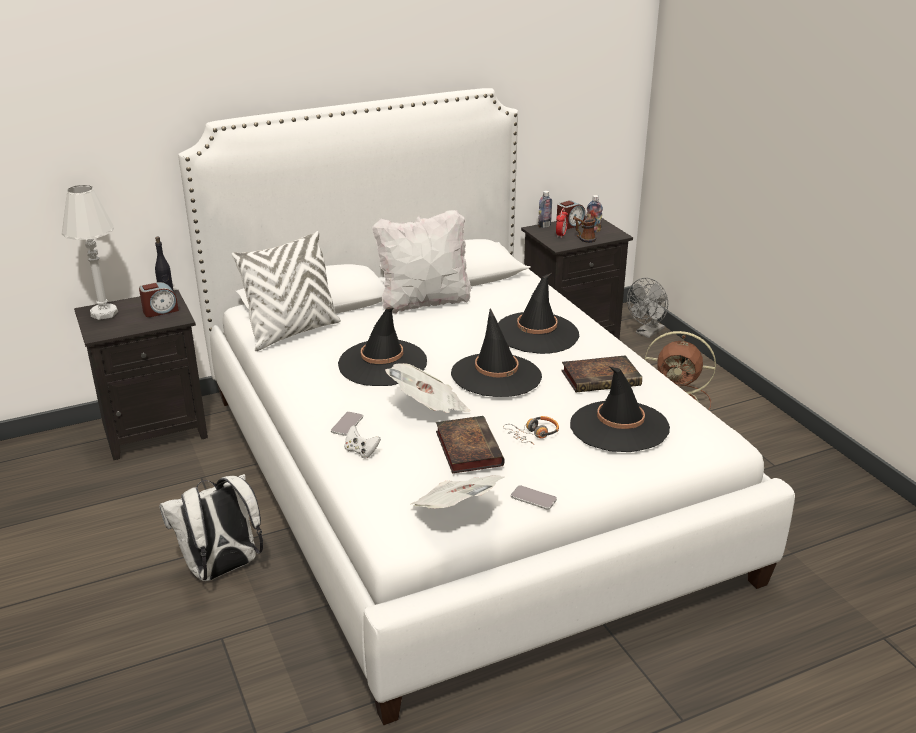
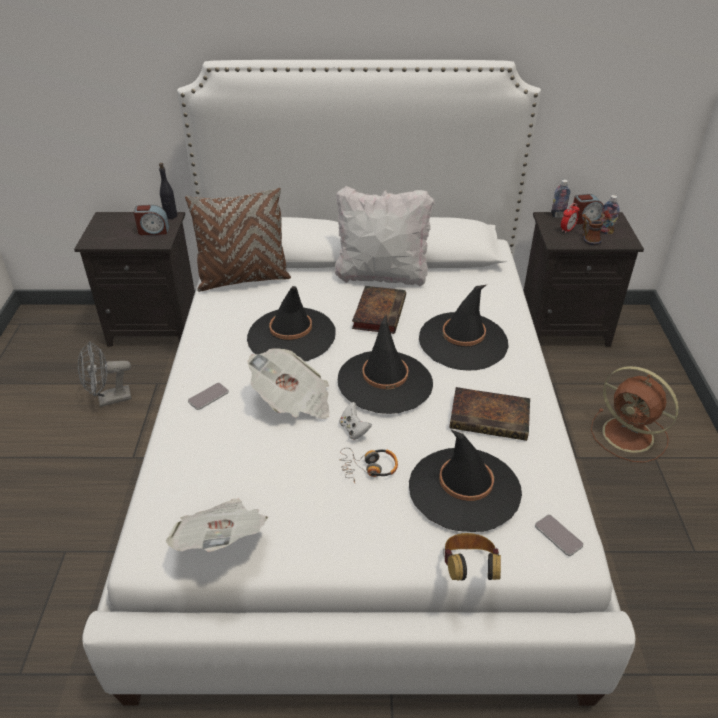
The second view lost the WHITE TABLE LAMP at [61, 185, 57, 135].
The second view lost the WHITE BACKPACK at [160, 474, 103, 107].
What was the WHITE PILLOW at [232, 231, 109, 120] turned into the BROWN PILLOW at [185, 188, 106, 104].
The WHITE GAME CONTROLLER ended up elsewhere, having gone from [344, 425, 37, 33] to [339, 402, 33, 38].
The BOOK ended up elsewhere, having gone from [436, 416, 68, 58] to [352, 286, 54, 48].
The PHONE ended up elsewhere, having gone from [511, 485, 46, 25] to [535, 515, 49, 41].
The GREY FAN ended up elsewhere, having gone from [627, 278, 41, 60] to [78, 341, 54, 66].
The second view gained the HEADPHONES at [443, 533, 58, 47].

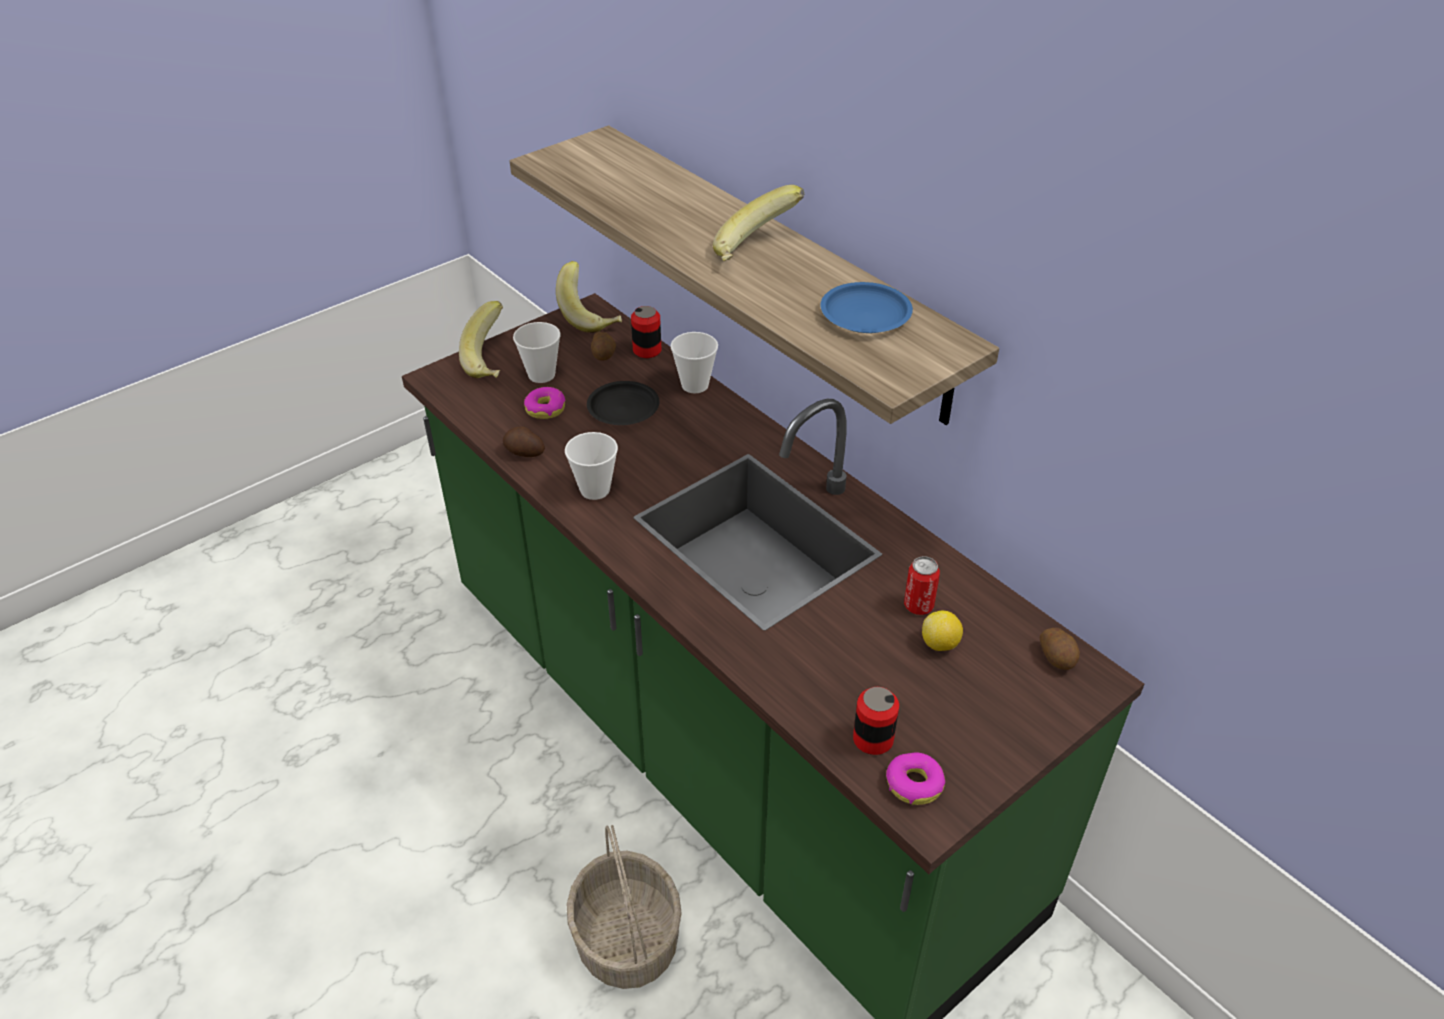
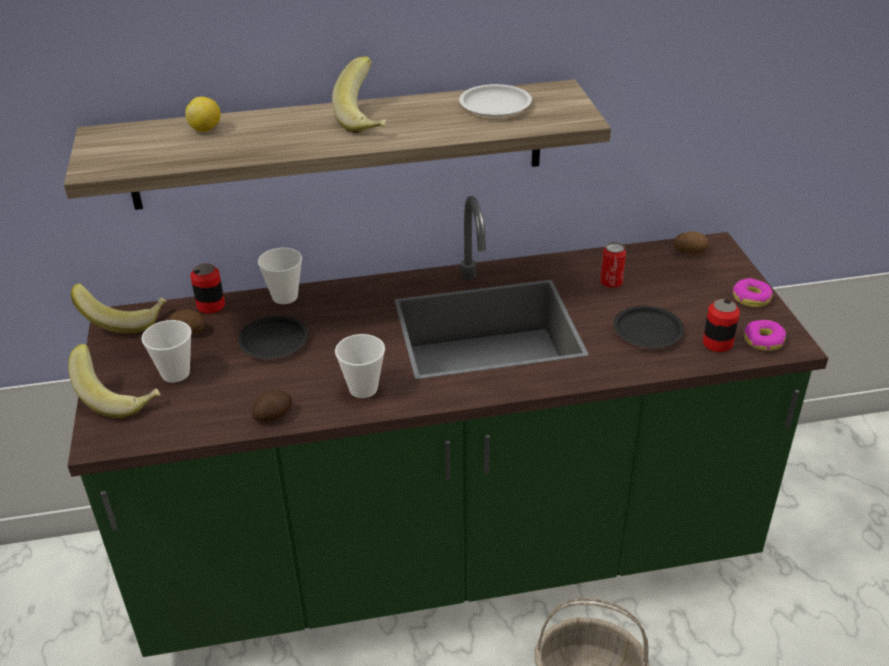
The DONUT ended up elsewhere, having gone from [524, 387, 42, 32] to [732, 278, 41, 29].
What was the BLUE PLATE at [820, 282, 93, 51] turned into the WHITE PLATE at [459, 84, 73, 33].
The LEMON ended up elsewhere, having gone from [922, 611, 41, 40] to [185, 97, 36, 35].
The second view gained the BLACK PLATE at [613, 306, 71, 42].

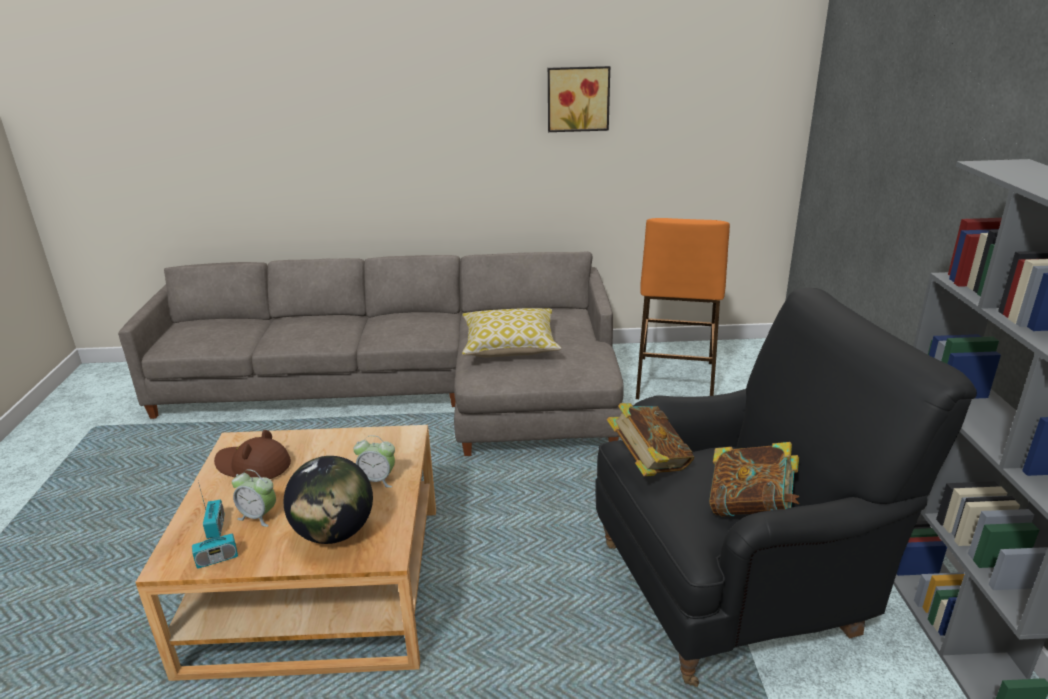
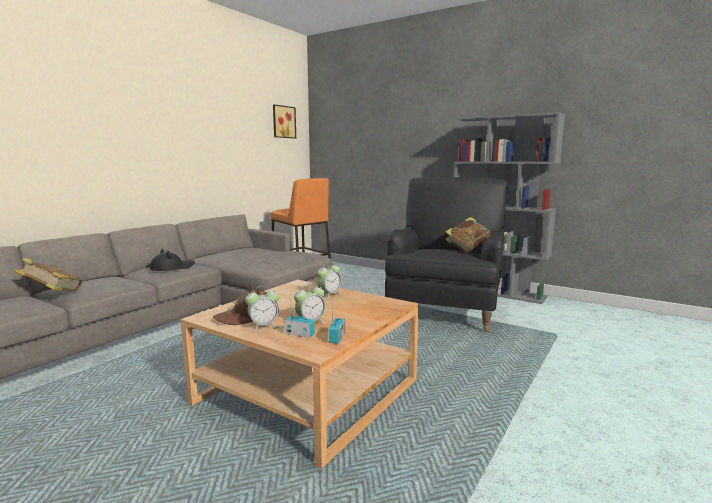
The second view lost the GLOBE at [284, 456, 89, 88].
The second view lost the PILLOW at [462, 308, 99, 49].
The PICTURE ended up elsewhere, having gone from [548, 66, 62, 66] to [273, 104, 23, 34].
The BOOK ended up elsewhere, having gone from [607, 403, 87, 73] to [15, 258, 68, 33].
The second view gained the BLACK HAT at [150, 249, 45, 22].
The second view gained the ALARM CLOCK at [245, 286, 34, 46].

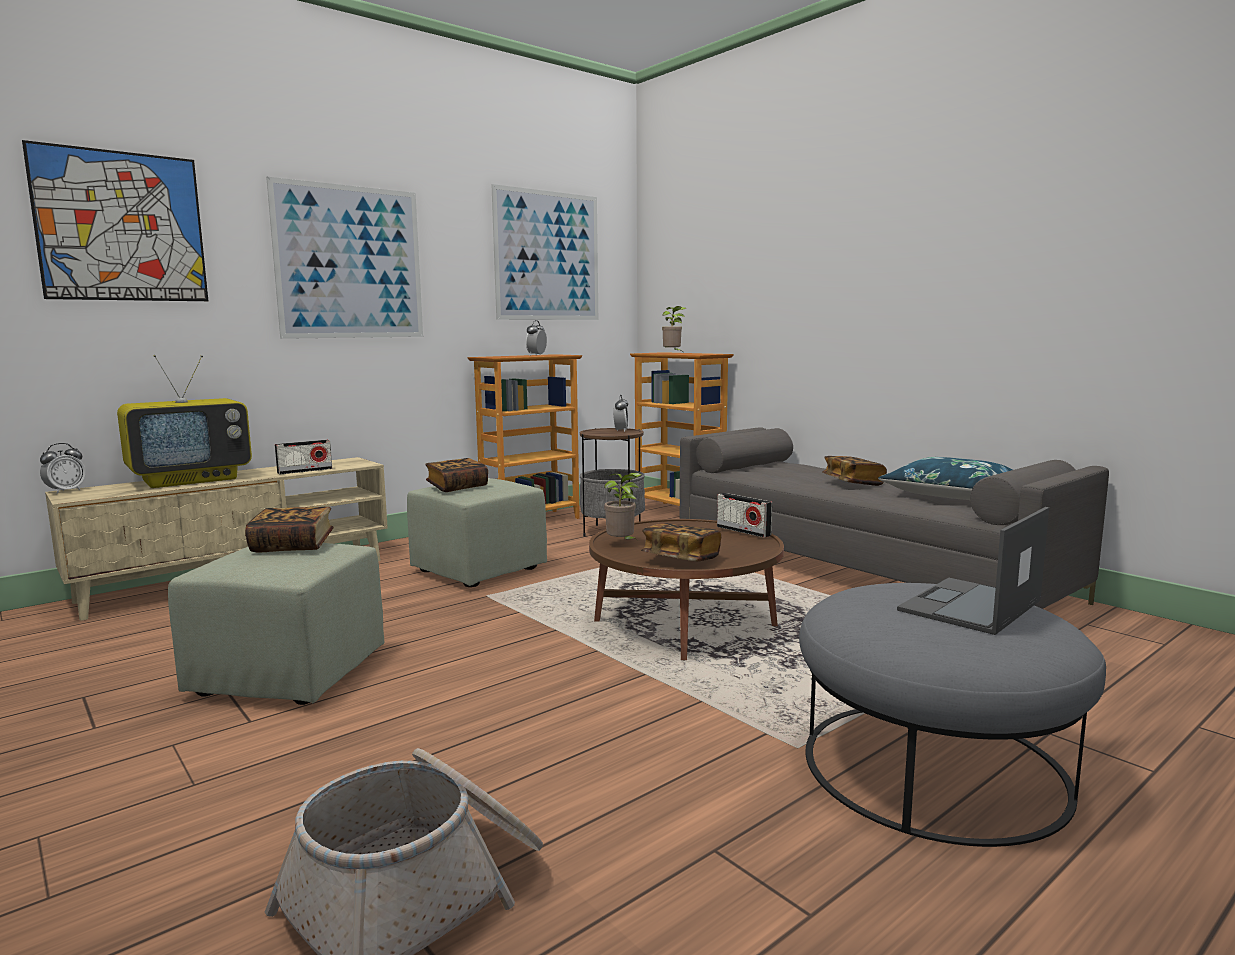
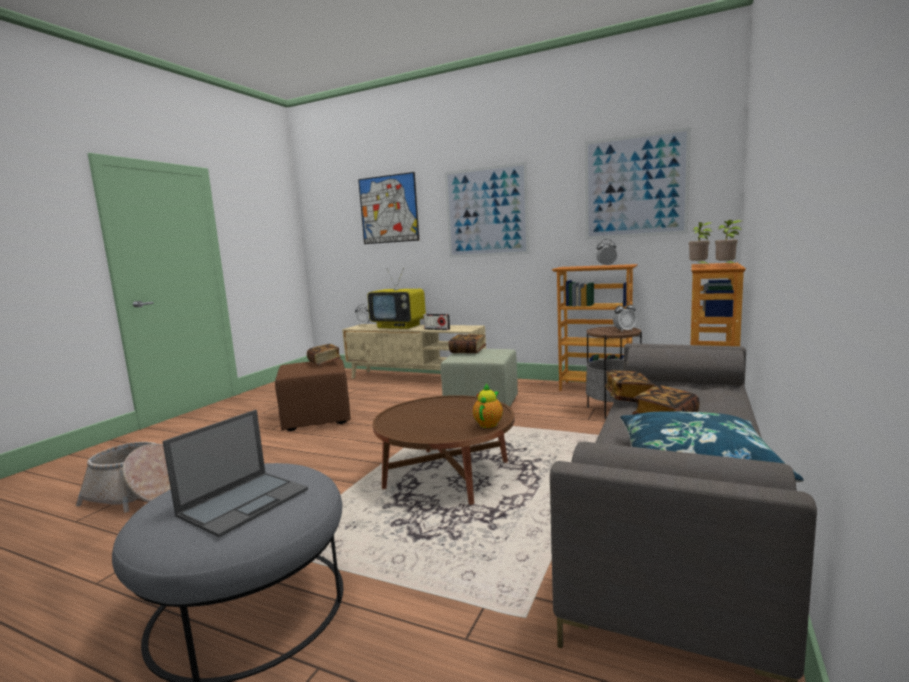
What was the GREEN OTTOMAN at [168, 543, 216, 162] turned into the BROWN OTTOMAN at [275, 359, 76, 72].
The POTTED PLANT ended up elsewhere, having gone from [604, 473, 37, 67] to [715, 220, 28, 46].
The BOOK ended up elsewhere, having gone from [641, 523, 80, 39] to [605, 370, 51, 32].
Where the RADIO stood at [717, 493, 55, 45], the TEAPOT came to stand at [473, 384, 30, 44].
The LAPTOP at [897, 507, 152, 128] ended up facing another way, 105 degrees clockwise from before.

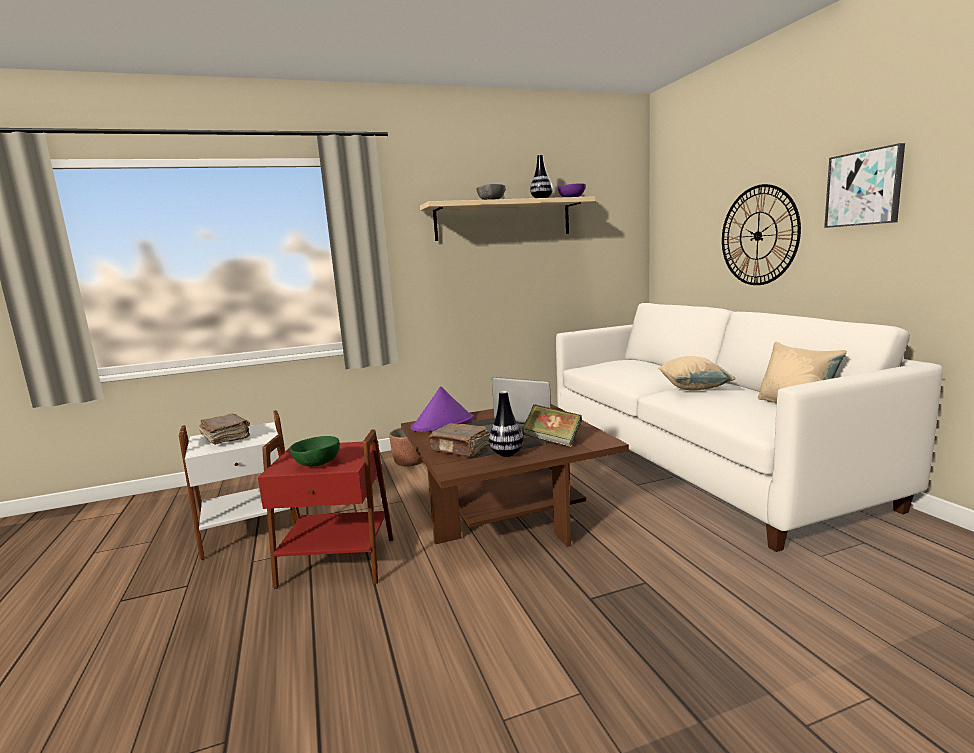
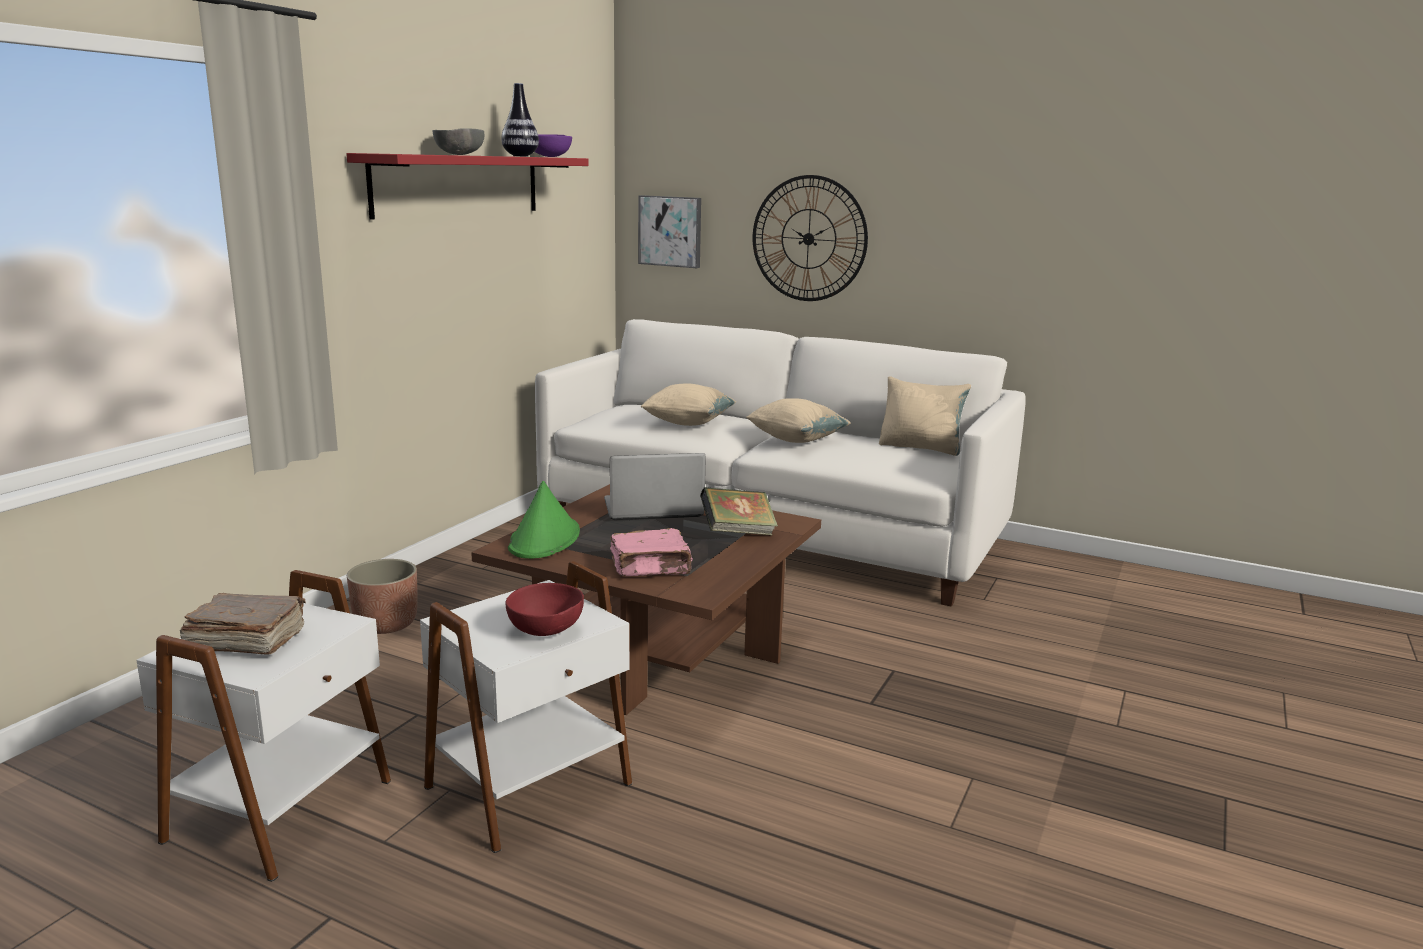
What was the RED SIDE TABLE at [258, 429, 135, 160] turned into the WHITE SIDE TABLE at [420, 561, 212, 292].
What was the GREEN BOWL at [290, 436, 50, 30] turned into the RED BOWL at [506, 583, 78, 53].
What was the PURPLE HAT at [411, 387, 62, 45] turned into the GREEN HAT at [508, 481, 72, 78].
What was the BEIGE SHELF at [420, 196, 175, 45] turned into the RED SHELF at [346, 153, 242, 67].
What was the BROWN BOOK at [428, 423, 62, 34] turned into the PINK BOOK at [610, 528, 83, 48].
The second view lost the VASE at [489, 391, 35, 66].
The PICTURE ended up elsewhere, having gone from [824, 143, 81, 85] to [638, 195, 63, 73].
The second view gained the BEIGE PILLOW at [640, 384, 96, 42].

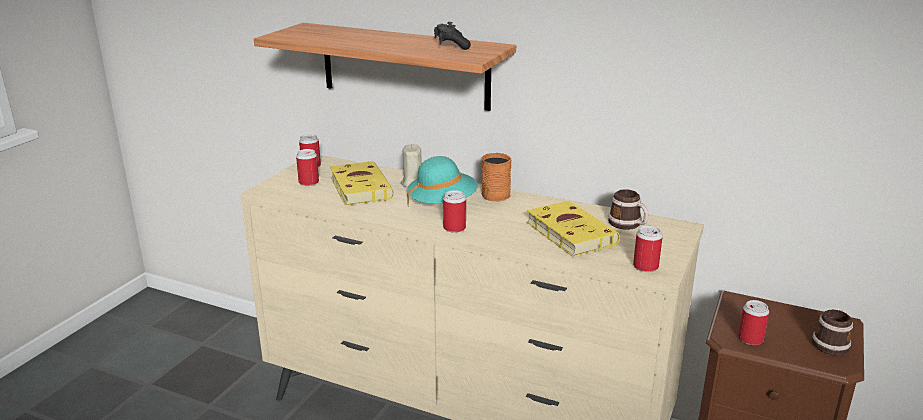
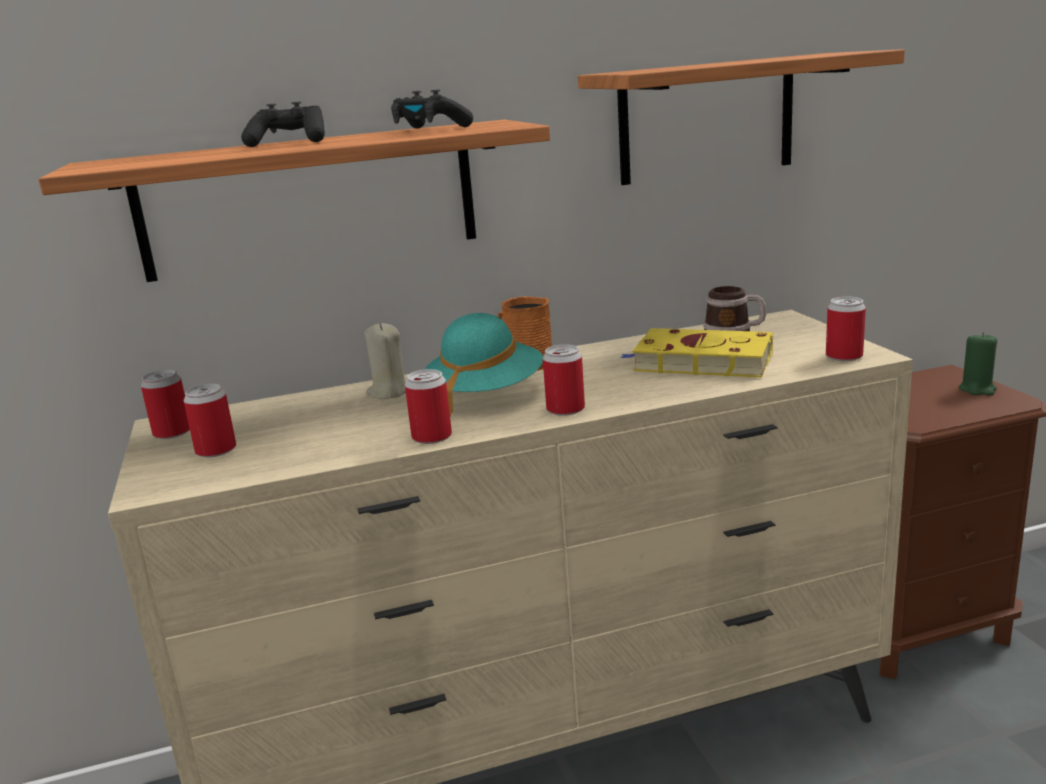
The second view lost the YELLOW BOOK at [330, 161, 64, 45].
The CAN ended up elsewhere, having gone from [738, 300, 31, 45] to [405, 369, 47, 75].
Where the MUG stood at [812, 310, 41, 45], the GREEN CANDLE came to stand at [959, 332, 38, 63].
The second view gained the BLACK GAME CONTROLLER at [241, 102, 84, 45].
The second view gained the SHELF at [578, 49, 327, 136].

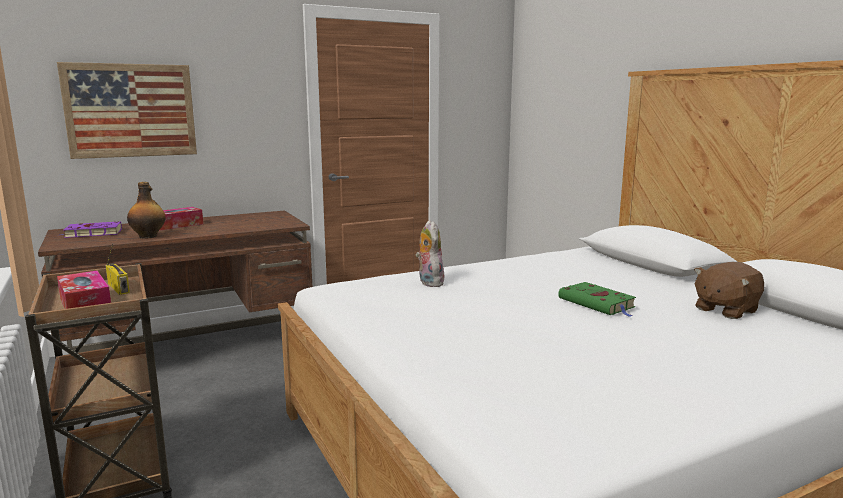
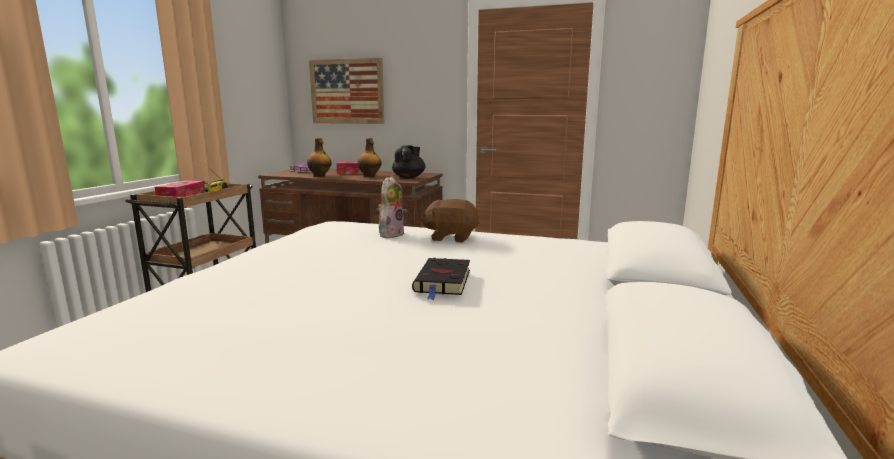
What was the GREEN BOOK at [558, 282, 78, 35] turned into the BLACK BOOK at [412, 258, 58, 42].
The BROWN PLUSH TOY ended up elsewhere, having gone from [694, 262, 70, 57] to [421, 199, 59, 43].
The second view gained the BOTTLE at [358, 138, 24, 39].
The second view gained the BLACK TEAPOT at [392, 145, 33, 33].

